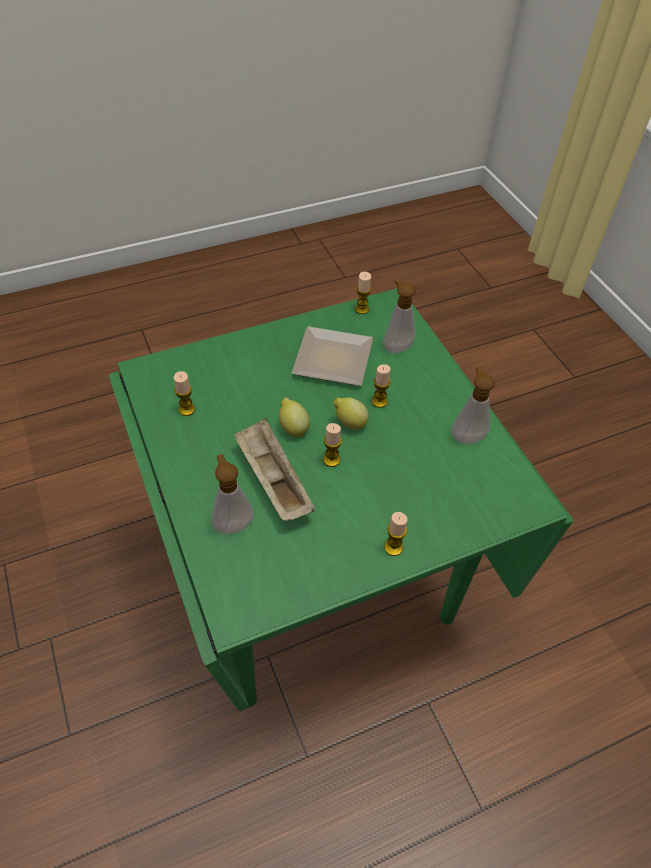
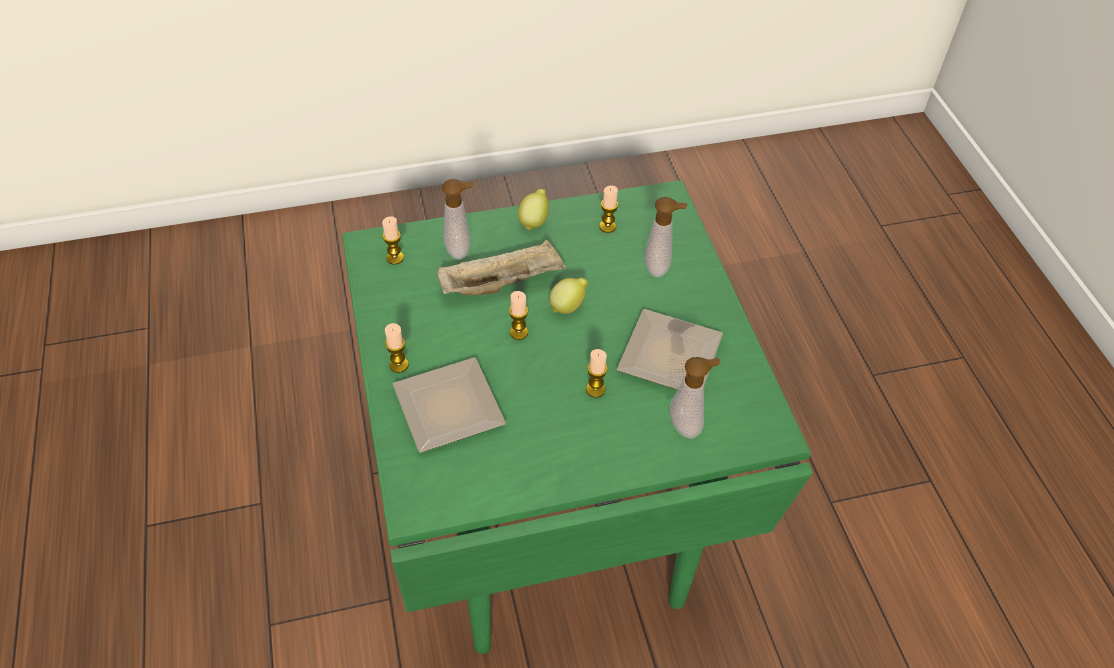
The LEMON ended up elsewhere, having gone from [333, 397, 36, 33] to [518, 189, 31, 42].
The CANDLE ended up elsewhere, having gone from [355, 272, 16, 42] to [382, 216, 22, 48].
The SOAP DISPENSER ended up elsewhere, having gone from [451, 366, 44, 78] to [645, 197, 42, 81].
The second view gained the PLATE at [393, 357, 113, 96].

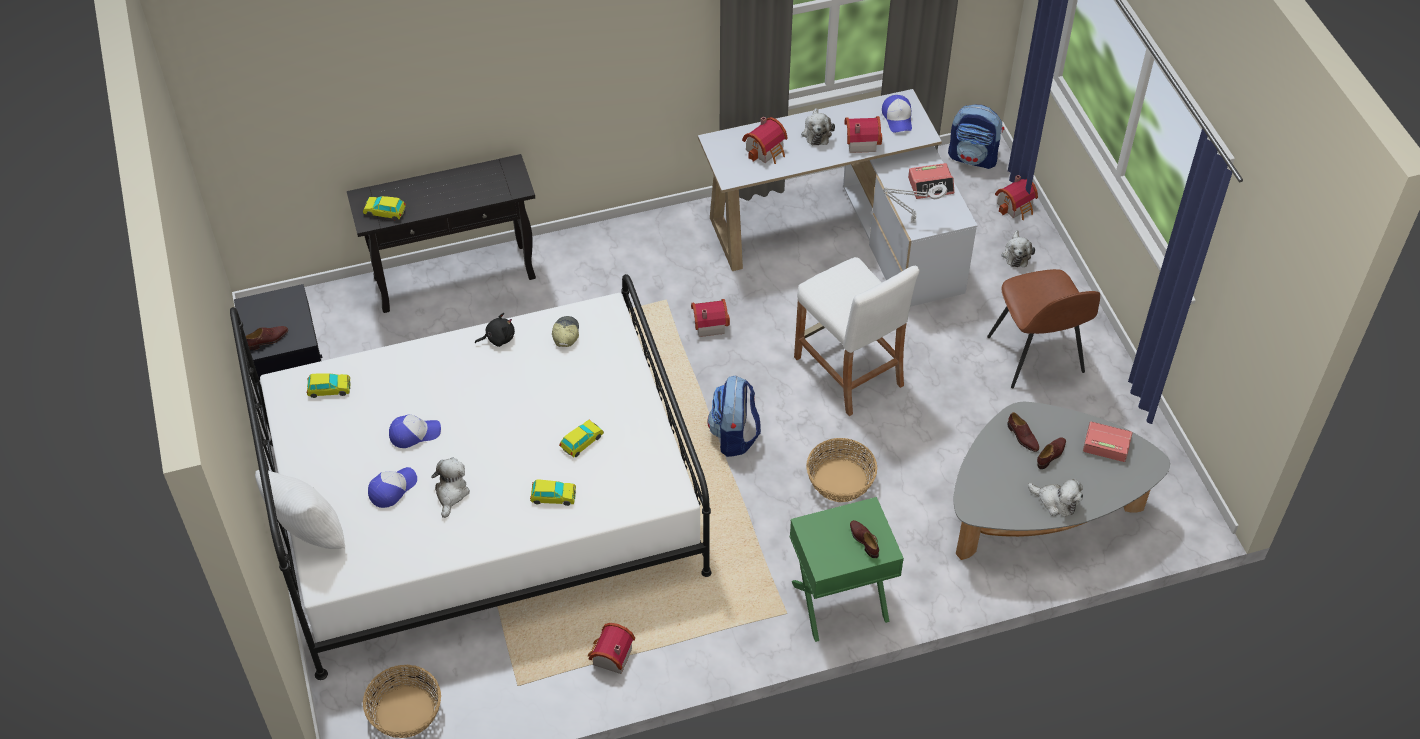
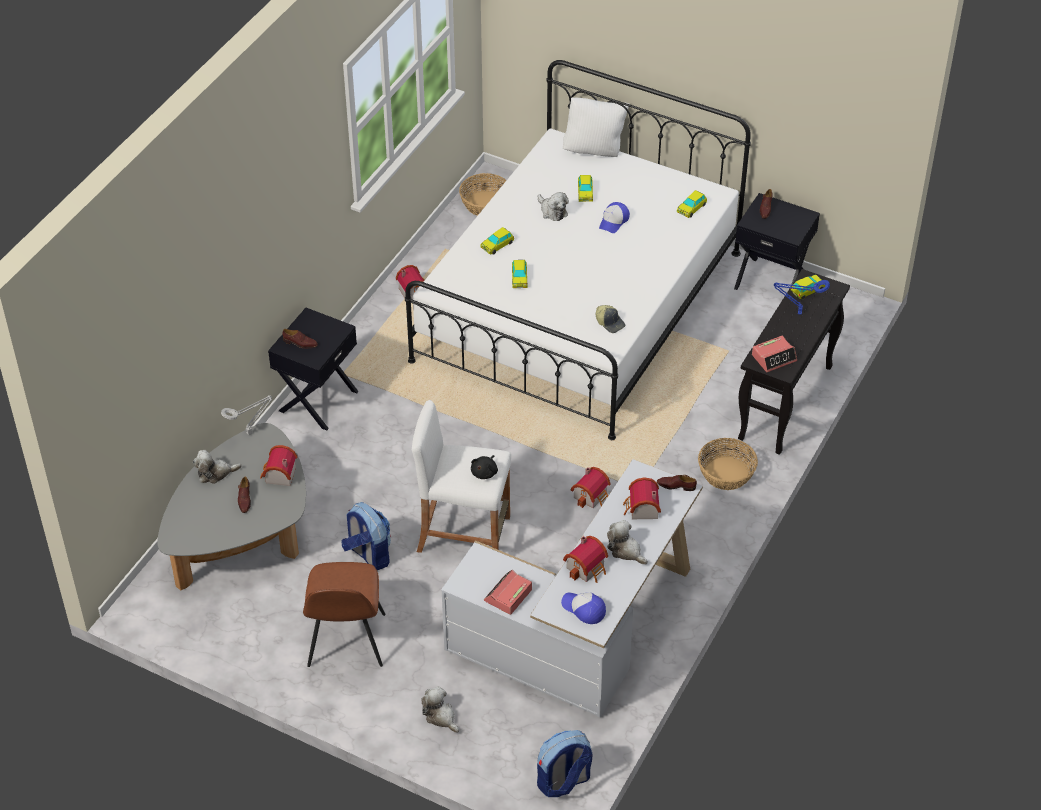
Where the CAP stood at [368, 467, 49, 41], the TOY CAR came to stand at [578, 175, 15, 27].
The BLACK PLUSH TOY ended up elsewhere, having gone from [475, 313, 40, 34] to [471, 455, 27, 24].
The BACKPACK ended up elsewhere, having gone from [708, 376, 53, 81] to [341, 502, 50, 68].
What was the GREEN NIGHTSTAND at [790, 497, 114, 145] turned into the BLACK NIGHTSTAND at [268, 308, 91, 122].
The BASKET ended up elsewhere, having gone from [806, 438, 71, 64] to [698, 438, 60, 52].
The GREY TABLE LAMP ended up elsewhere, having gone from [883, 184, 64, 39] to [221, 395, 51, 40].
The BROWN CHAIR at [987, 269, 113, 119] ended up facing another way, 120 degrees counterclockwise from before.
The TOY HOUSE ended up elsewhere, having gone from [995, 175, 43, 45] to [260, 445, 37, 41].
The BROWN SHOE ended up elsewhere, having gone from [1007, 412, 32, 40] to [657, 475, 40, 16].
The ALARM CLOCK ended up elsewhere, having gone from [1083, 421, 50, 41] to [752, 336, 45, 36].
The second view gained the BLUE TABLE LAMP at [774, 280, 56, 35].

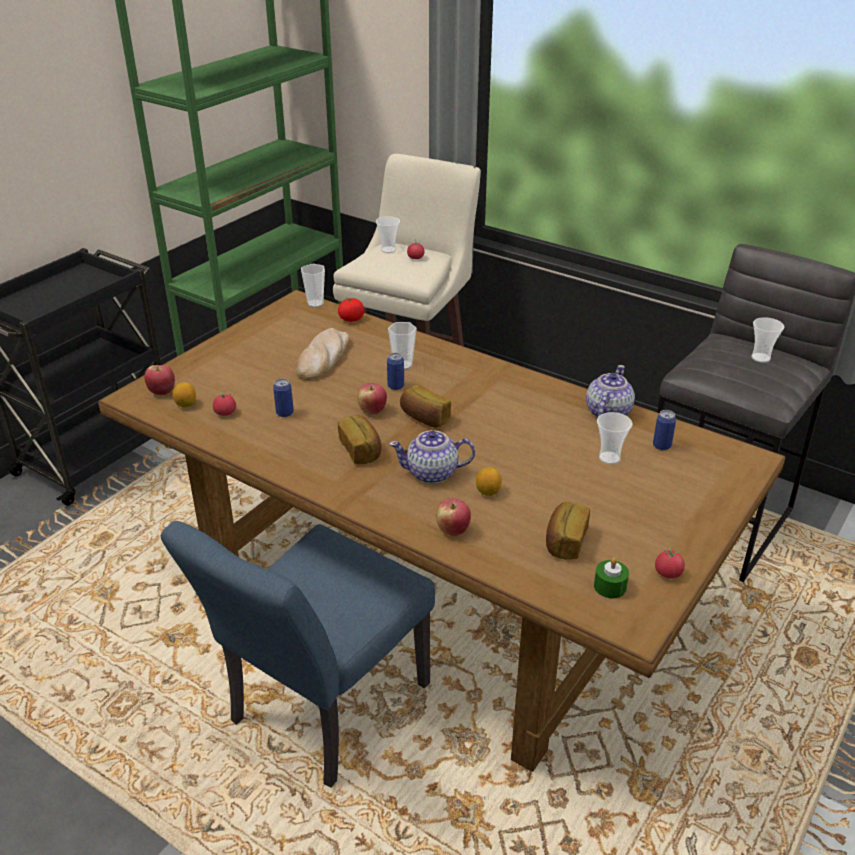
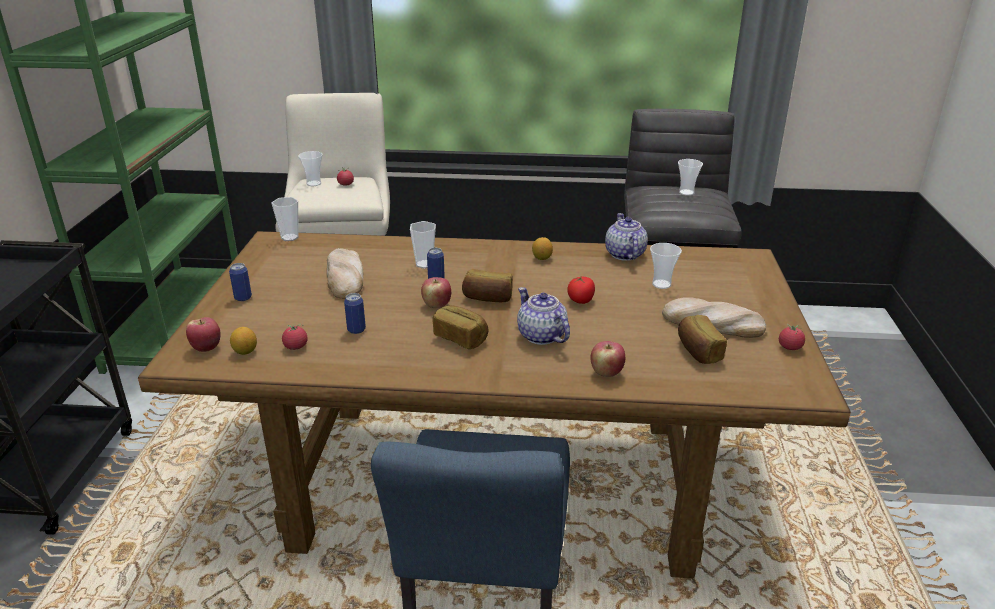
The TOMATO ended up elsewhere, having gone from [338, 297, 26, 25] to [568, 277, 27, 27].
The TEAPOT at [389, 430, 86, 54] ended up facing another way, 90 degrees clockwise from before.
The LEMON ended up elsewhere, having gone from [476, 468, 26, 28] to [532, 237, 21, 23].
The second view lost the GREEN CANDLE at [594, 558, 35, 40].
The CAN ended up elsewhere, having gone from [653, 410, 23, 40] to [229, 263, 23, 38].
The second view gained the BREAD at [662, 297, 104, 41].

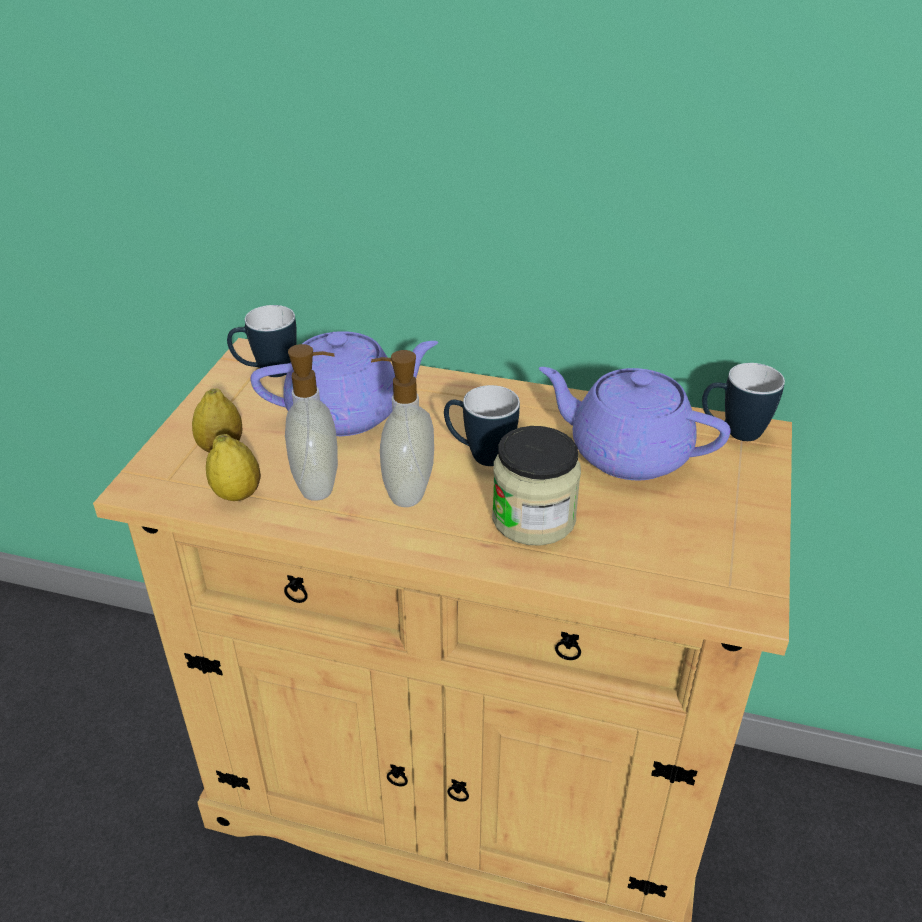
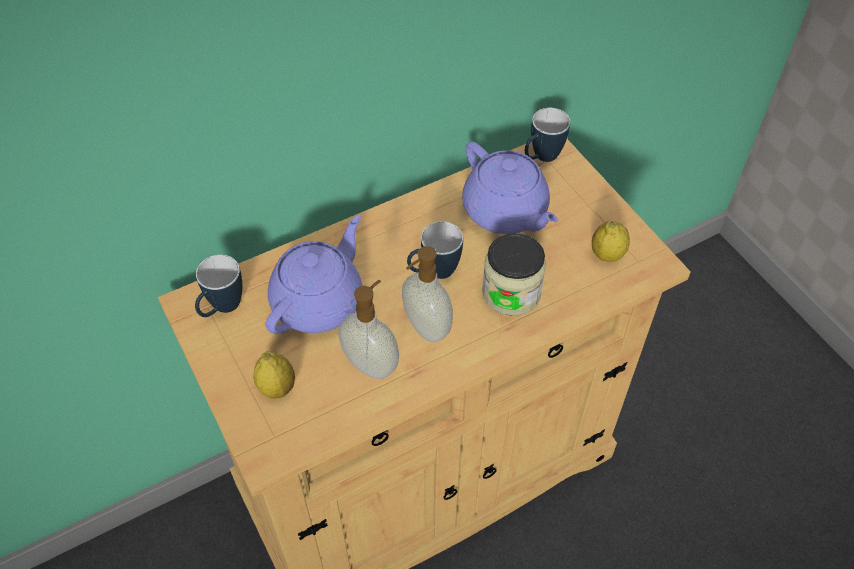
The LEMON ended up elsewhere, having gone from [206, 434, 55, 67] to [592, 221, 38, 41].
The PURPLE TEAPOT at [539, 367, 192, 113] ended up facing another way, 105 degrees counterclockwise from before.

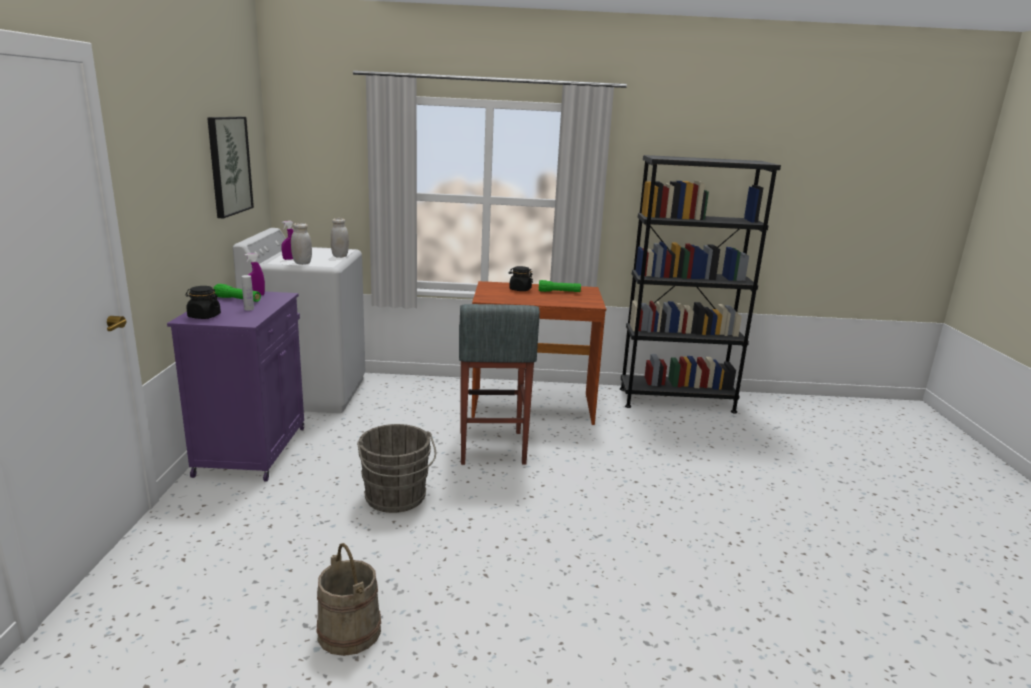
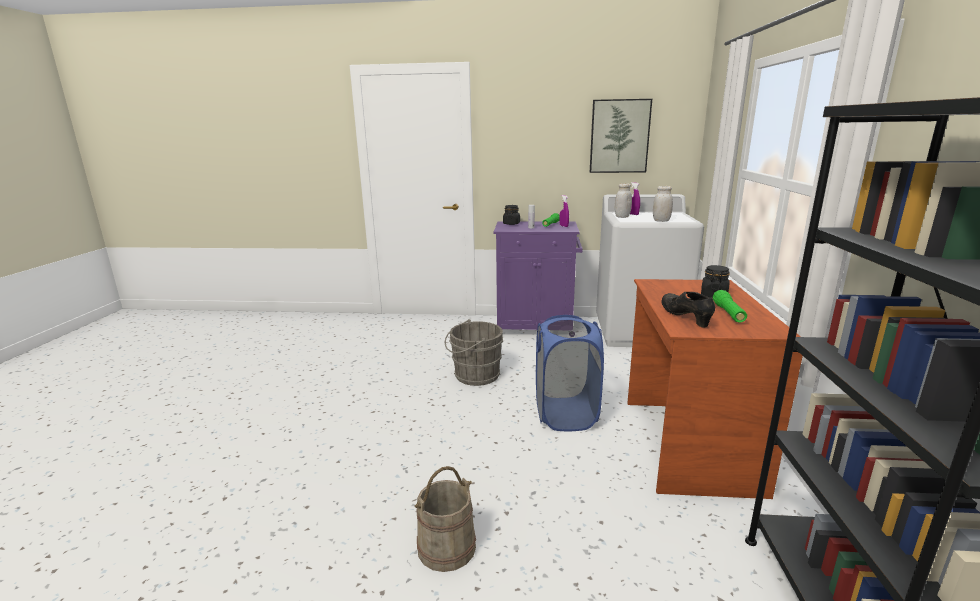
The BEIGE BUCKET ended up elsewhere, having gone from [317, 543, 64, 113] to [414, 466, 62, 106].
Where the GREY STOOL stood at [459, 304, 81, 161], the BLUE LAUNDRY BASKET came to stand at [536, 315, 68, 116].
The second view gained the BLACK SHOE at [661, 292, 54, 36].

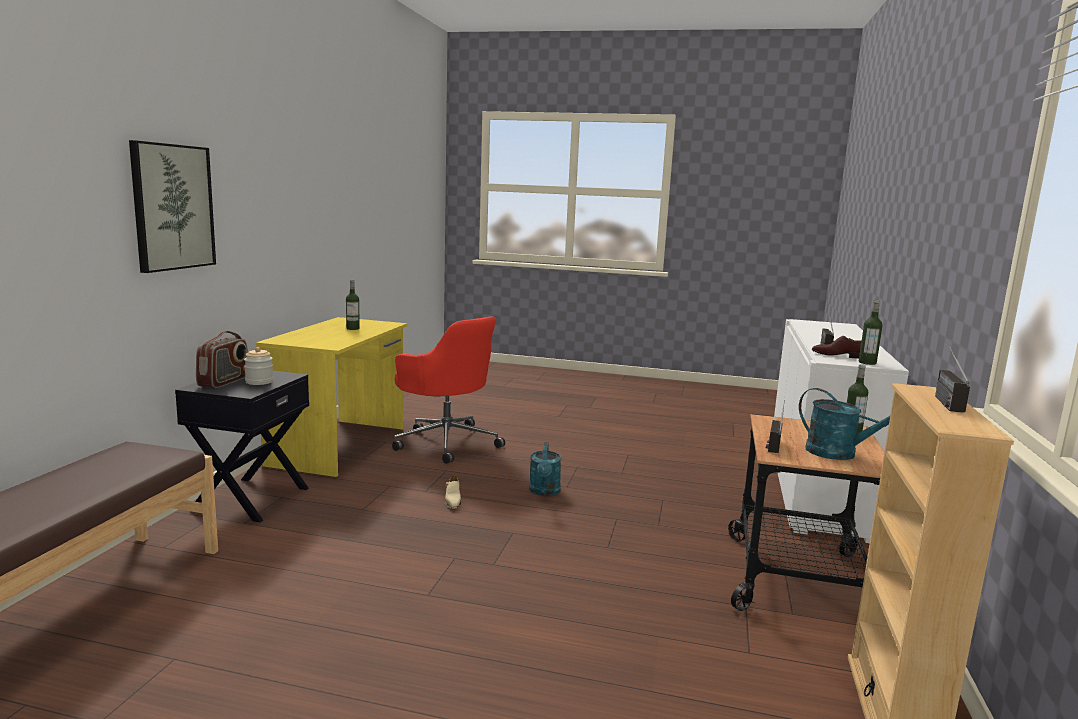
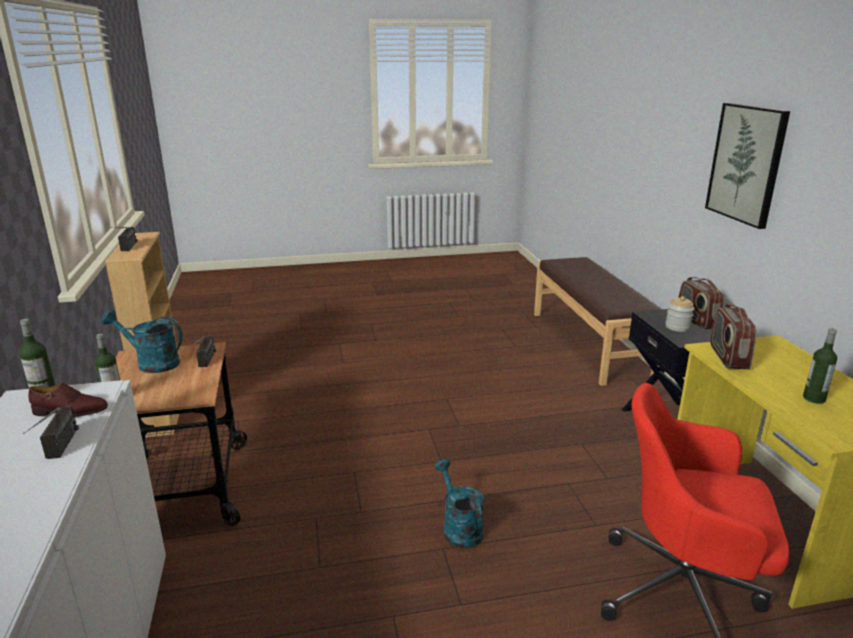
The second view lost the BEIGE SHOE at [445, 475, 16, 34].
The second view gained the RADIO at [710, 304, 47, 65].

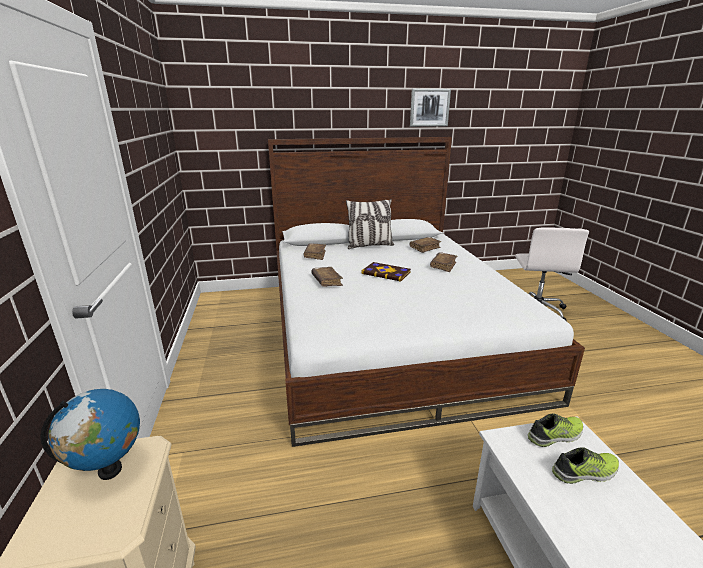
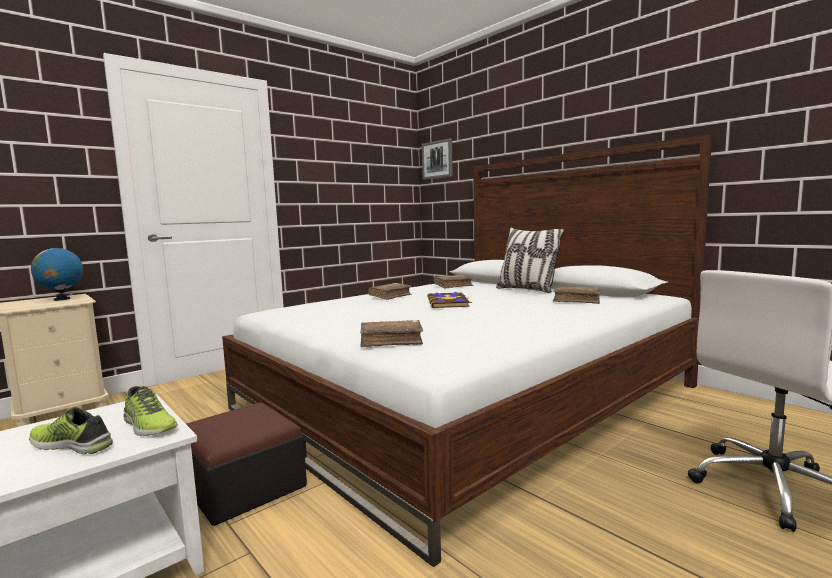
The PICTURE ended up elsewhere, having gone from [410, 89, 41, 38] to [422, 138, 31, 42].
The BROWN BOOK ended up elsewhere, having gone from [430, 252, 27, 20] to [360, 320, 63, 27].
The SHOE at [552, 447, 67, 37] ended up facing another way, 150 degrees clockwise from before.
The second view gained the OTTOMAN at [186, 403, 121, 123].

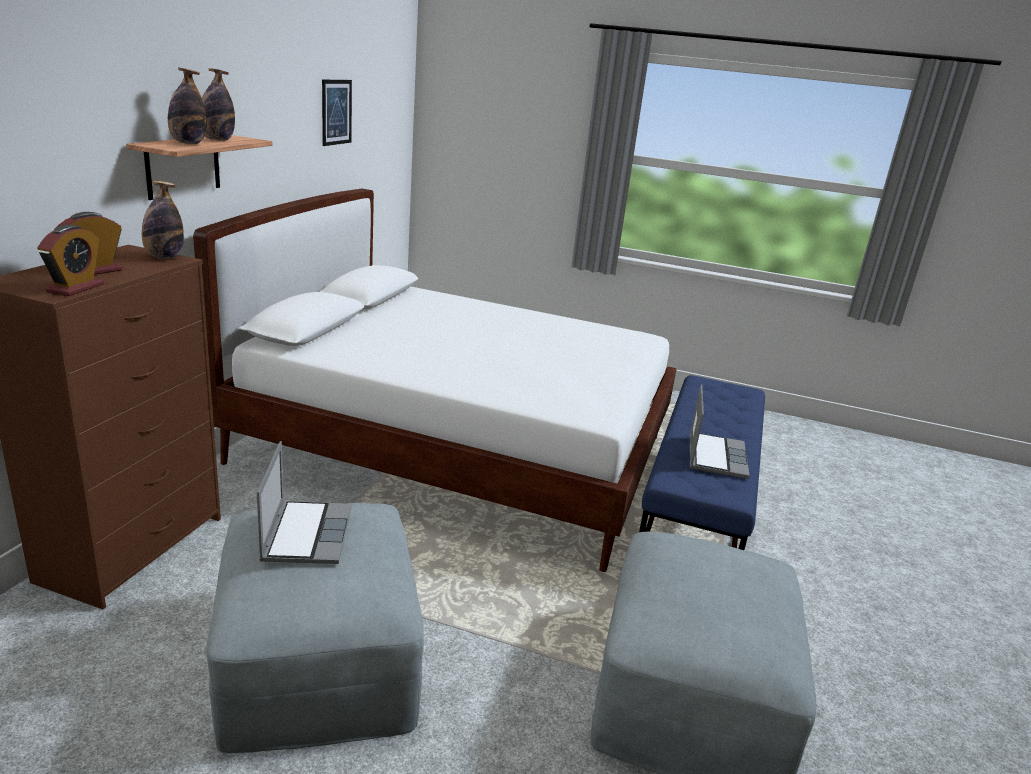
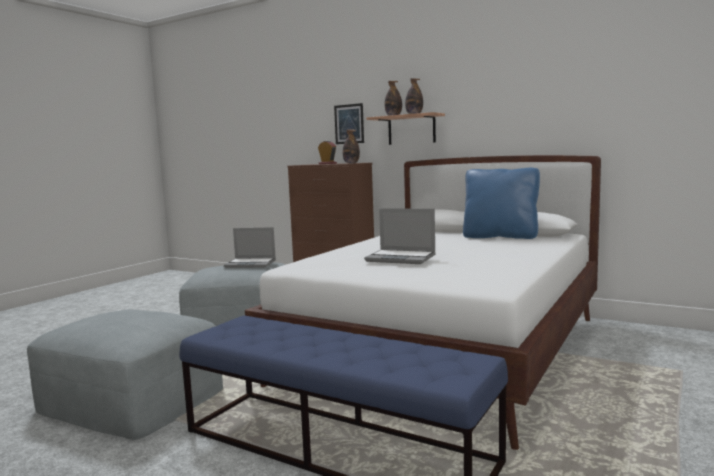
The second view lost the ALARM CLOCK at [37, 225, 67, 71].
The PICTURE ended up elsewhere, having gone from [322, 80, 30, 66] to [334, 103, 30, 41].
The LAPTOP ended up elsewhere, having gone from [690, 384, 60, 95] to [364, 208, 72, 56].
The second view gained the BLUE PILLOW at [463, 168, 77, 71].

